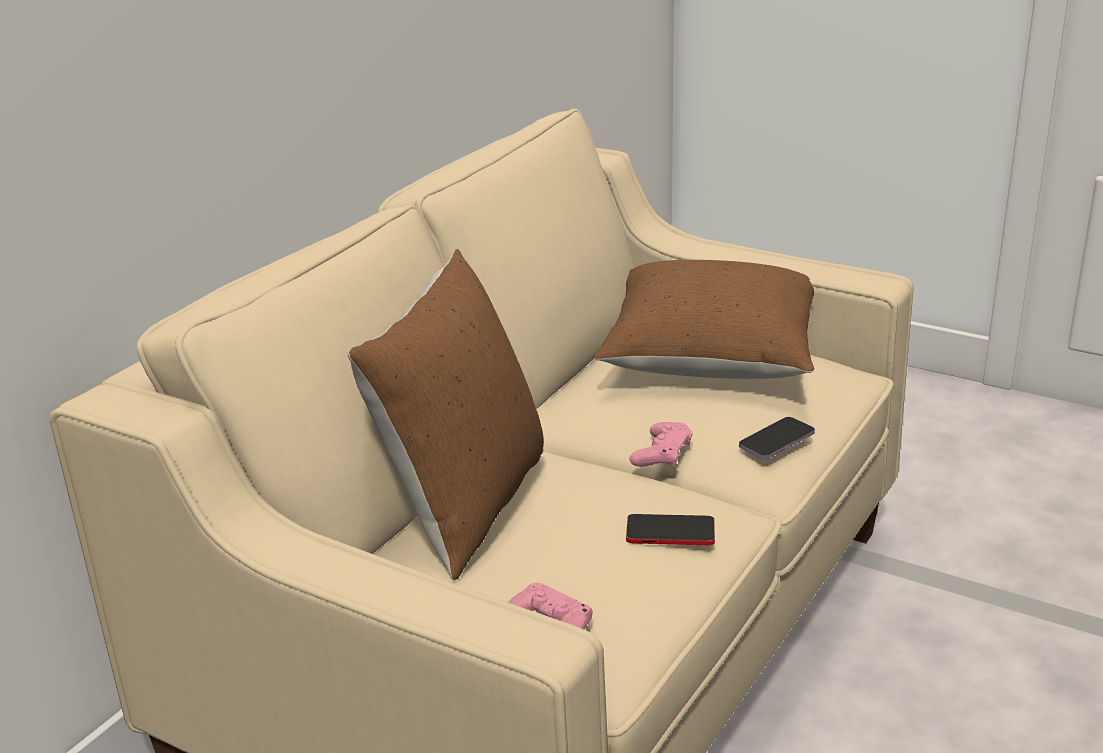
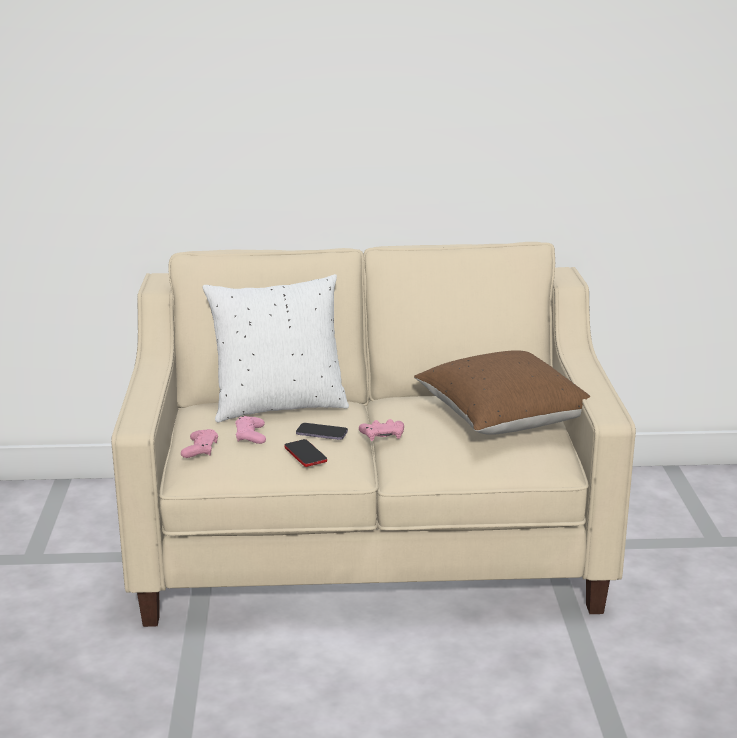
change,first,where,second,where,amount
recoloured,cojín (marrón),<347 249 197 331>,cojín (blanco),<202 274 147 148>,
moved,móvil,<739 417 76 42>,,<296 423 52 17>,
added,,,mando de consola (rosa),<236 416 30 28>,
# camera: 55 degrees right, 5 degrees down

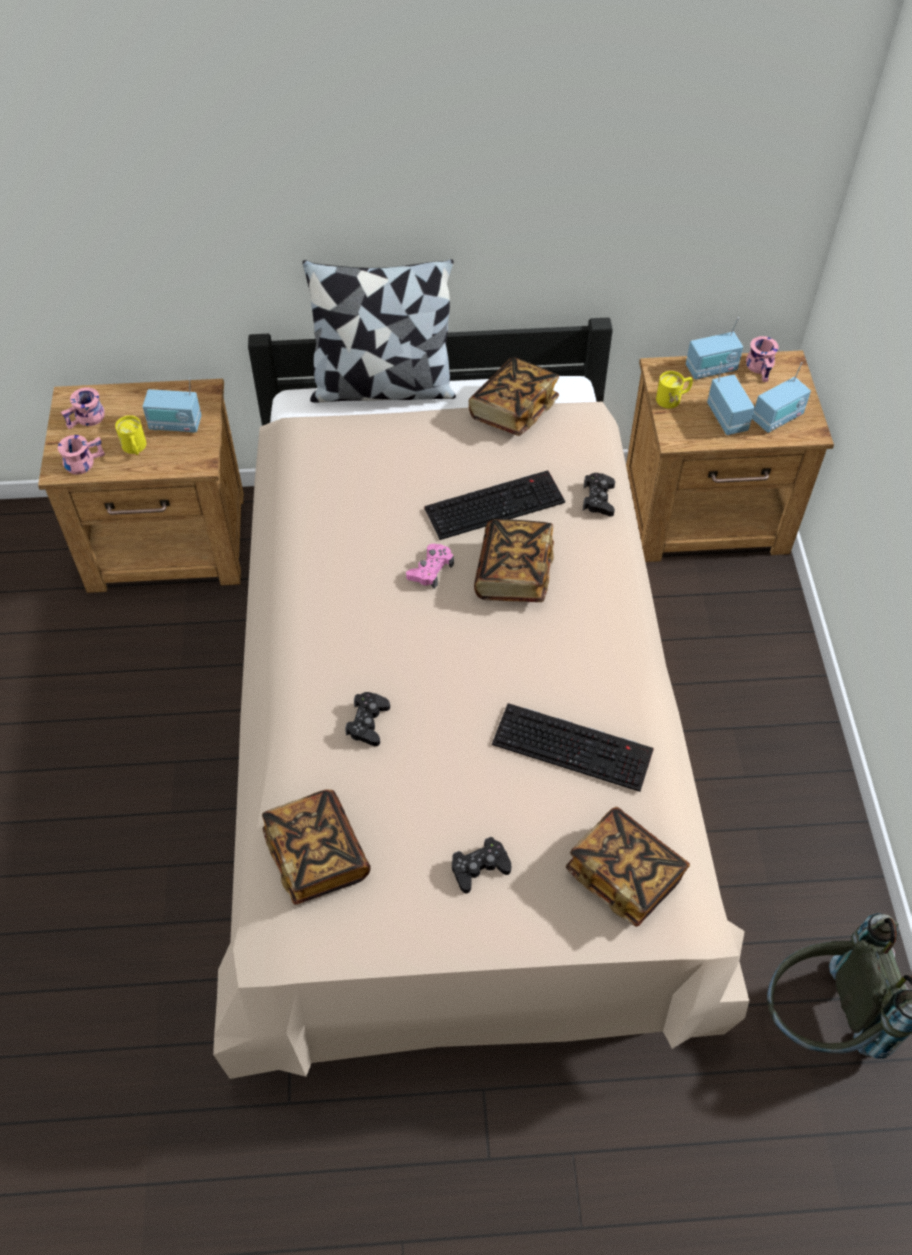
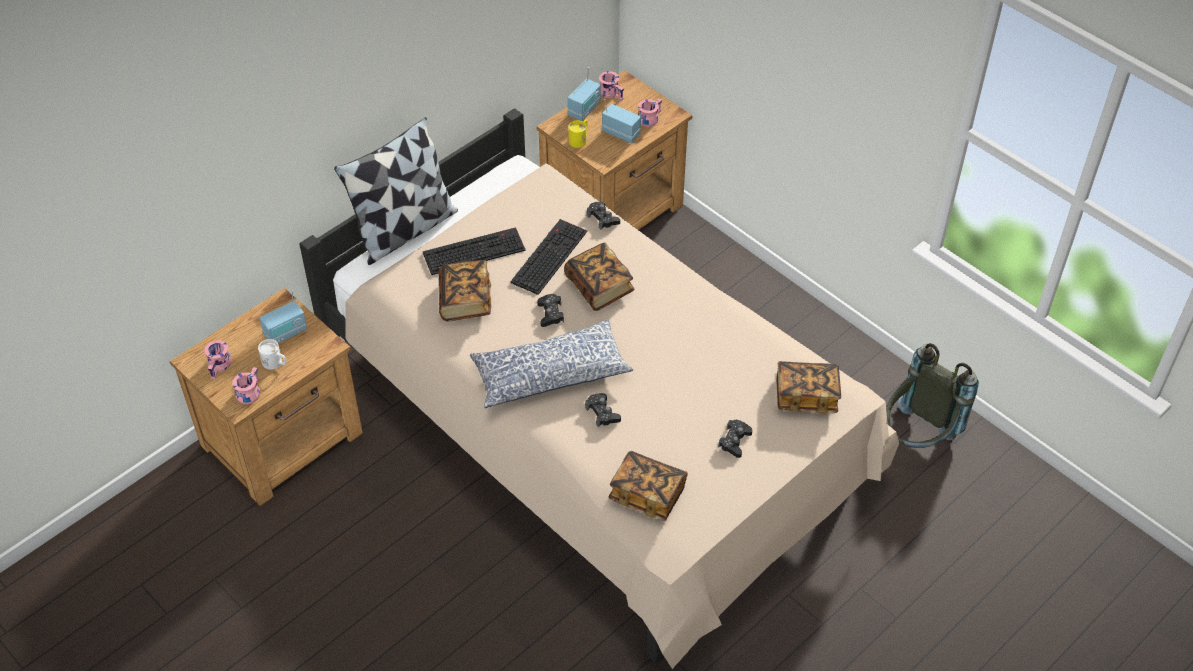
change,first,where,second,where,amount
recoloured,taza grande (amarillo),<115 415 32 40>,taza grande (blanco),<258 339 29 31>,
recoloured,mando de consola (rosa),<406 544 48 45>,mando de consola (negro),<537 294 27 33>,
moved,libro,<469 357 90 79>,,<438 260 53 62>,
moved,teclado,<492 703 162 89>,,<423 227 103 48>,
replaced,radio,<752 362 59 71>,taza grande (rosa),<638 98 24 29>,
added,,,cojín,<470 319 163 89>,
# camera: 40 degrees left, 5 degrees down

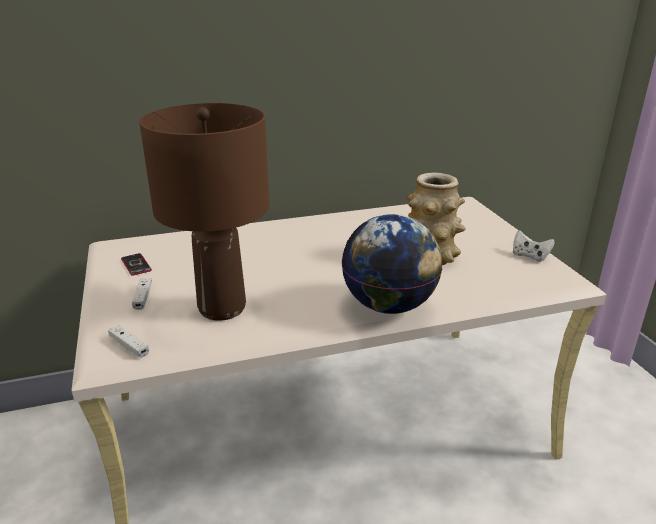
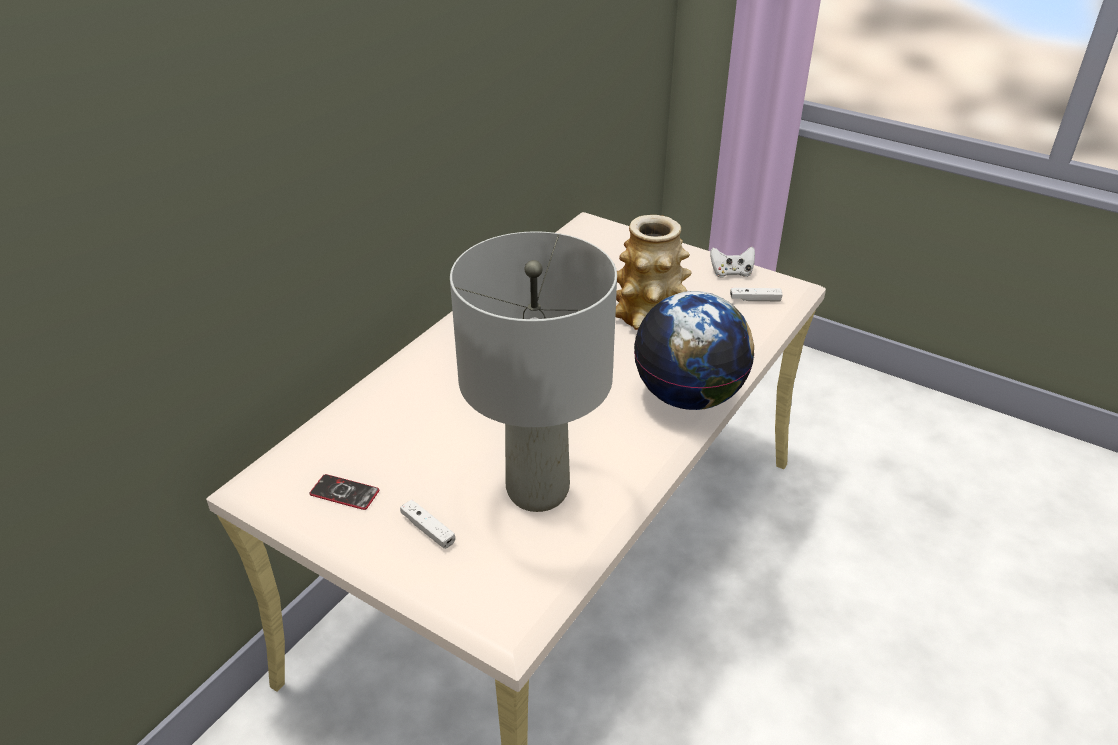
change,first,where,second,where,amount
moved,mando de consola (blanco),<108 325 41 33>,,<730 288 53 13>,
recoloured,lámpara de mesa (marrón),<139 103 131 218>,lámpara de mesa (gris),<450 232 167 280>,
# camera: 40 degrees left, 10 degrees up

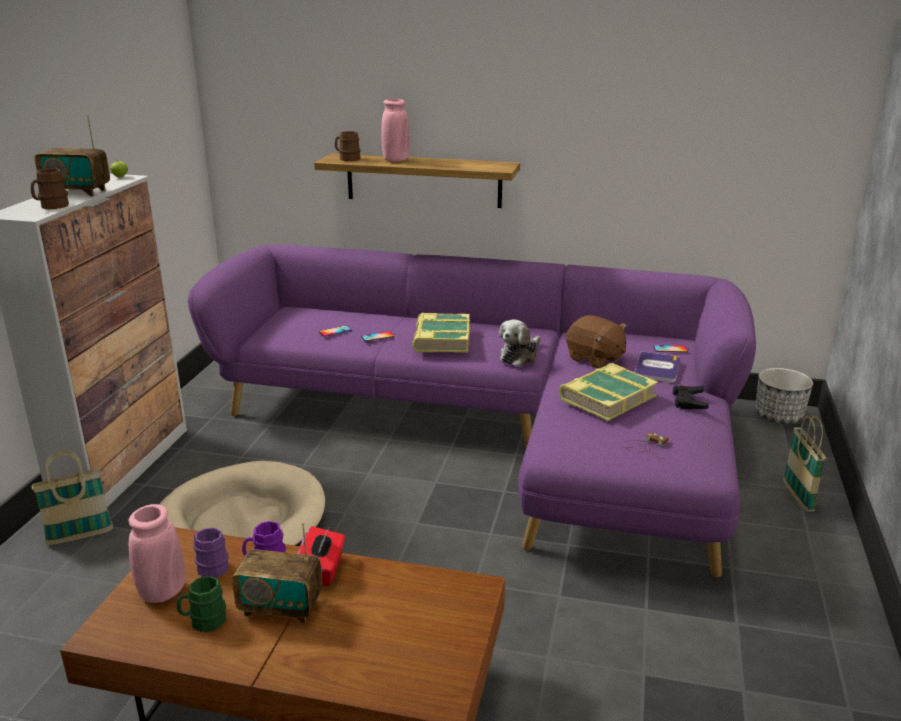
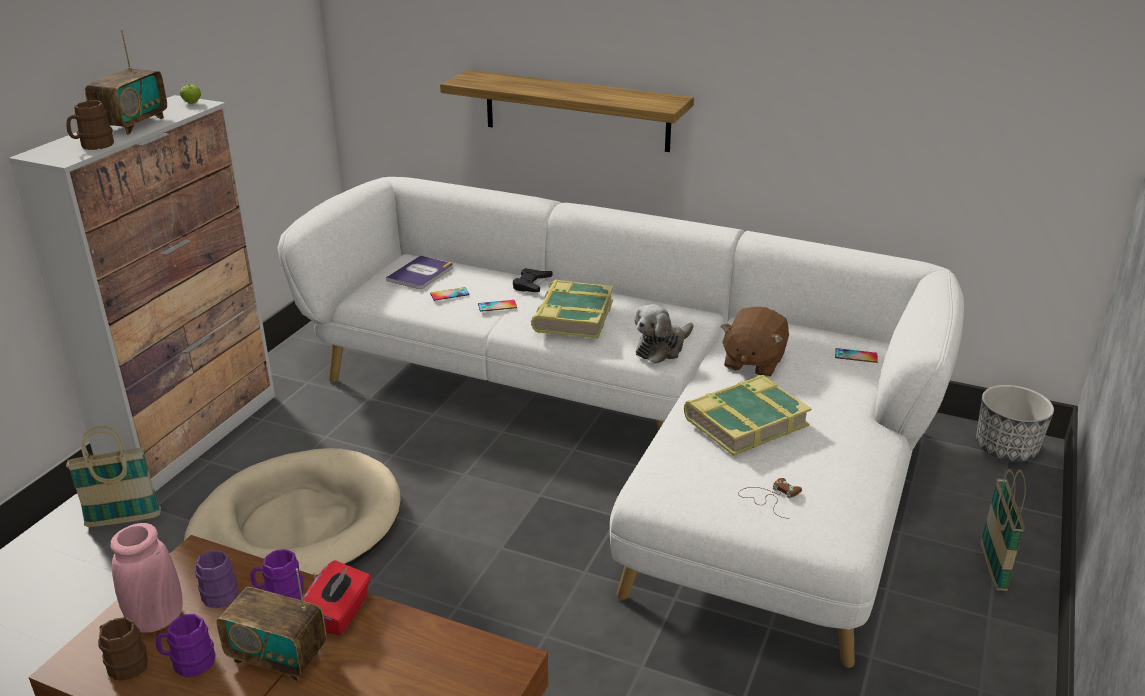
change,first,where,second,where,amount
turned,radio,<35 115 75 81>,,<85 30 82 105>,90 degrees counterclockwise
recoloured,taza grande (verde),<177 576 49 56>,taza grande (morado),<156 614 59 63>,
recoloured,sofá (morado),<188 245 568 332>,sofá (blanco),<277 177 687 491>,
moved,taza grande (marrón),<335 131 26 30>,,<98 617 50 64>,
removed,florero (rosa),<381 99 29 63>,,,
turned,peluche (marrón),<566 315 60 54>,,<721 307 68 70>,60 degrees clockwise
moved,libro,<634 352 46 31>,,<386 255 67 34>,
moved,mando de consola (negro),<672 385 37 24>,,<513 268 40 24>,
# camera: 10 degrees right, 5 degrees up

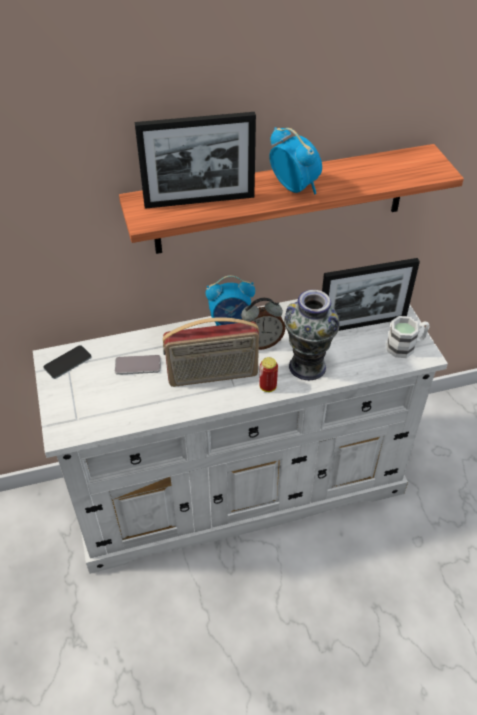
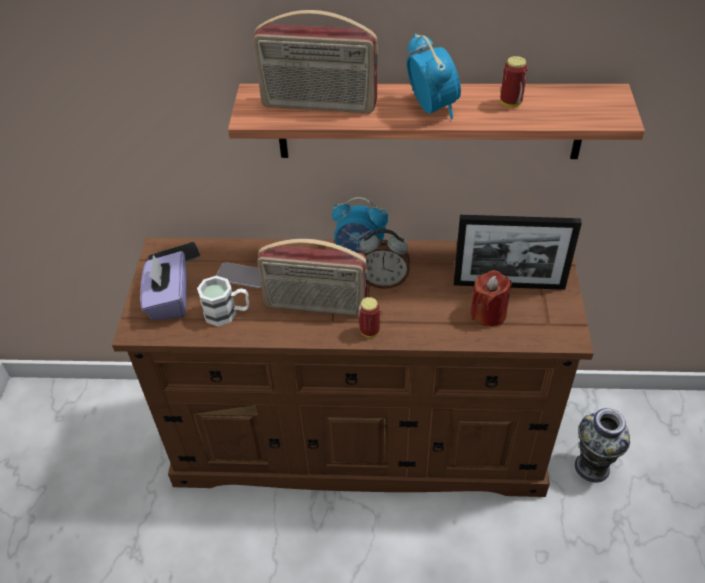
change,first,where,second,where,amount
recoloured,cómoda (blanco),<33 299 415 275>,cómoda (marrón),<112 238 482 259>,
replaced,portarretratos,<135 112 121 97>,radio,<253 10 125 103>,
moved,florero,<284 290 56 90>,,<575 408 55 74>,
moved,taza grande (blanco),<386 316 43 42>,,<197 276 52 50>,
added,,,caja de pañuelos (morado),<140 251 47 69>,
added,,,vela (rojo),<471 270 41 57>,
added,,,lata,<500 56 28 51>,
# camera: 20 degrees right, 0 degrees up

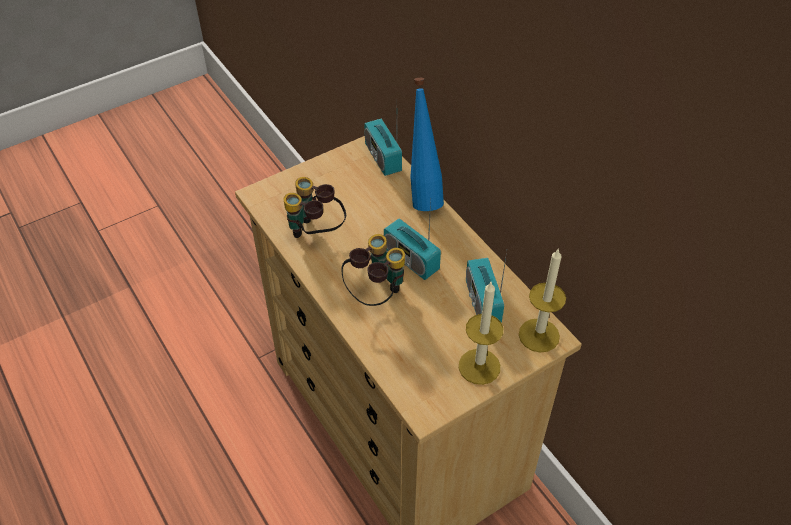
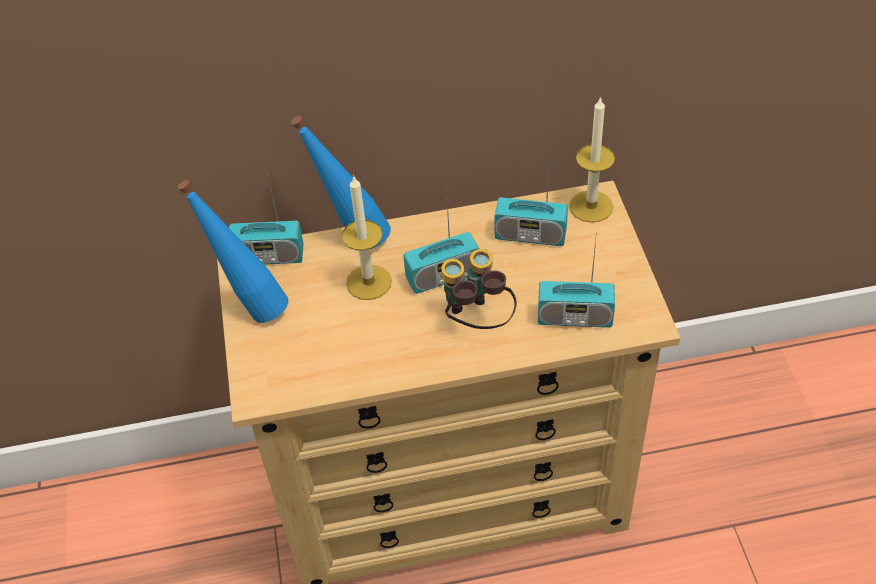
change,first,where,second,where,amount
removed,prismáticos,<284 177 62 61>,,,
moved,vela,<459 282 44 103>,,<342 175 50 125>,
added,,,botella (azul),<178 180 110 143>,
added,,,radio,<538 232 77 96>,
# camera: 65 degrees left, 0 degrees up

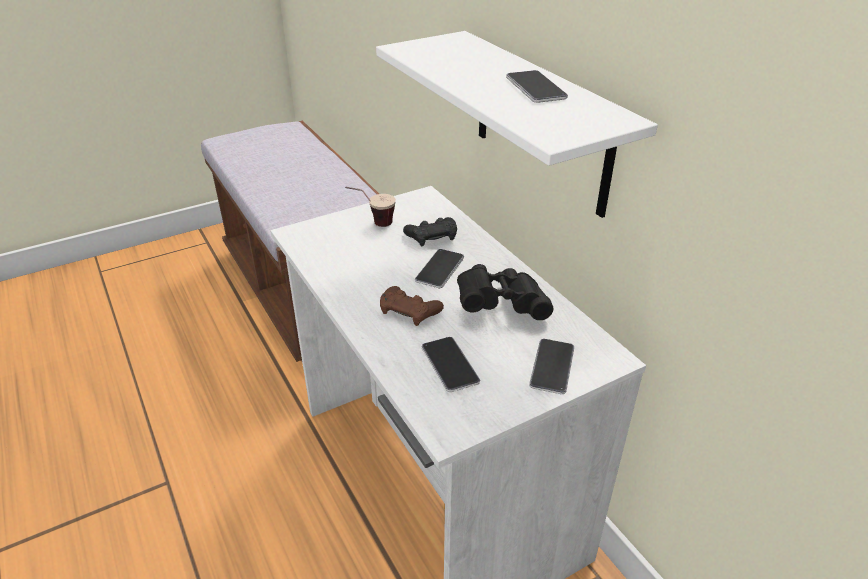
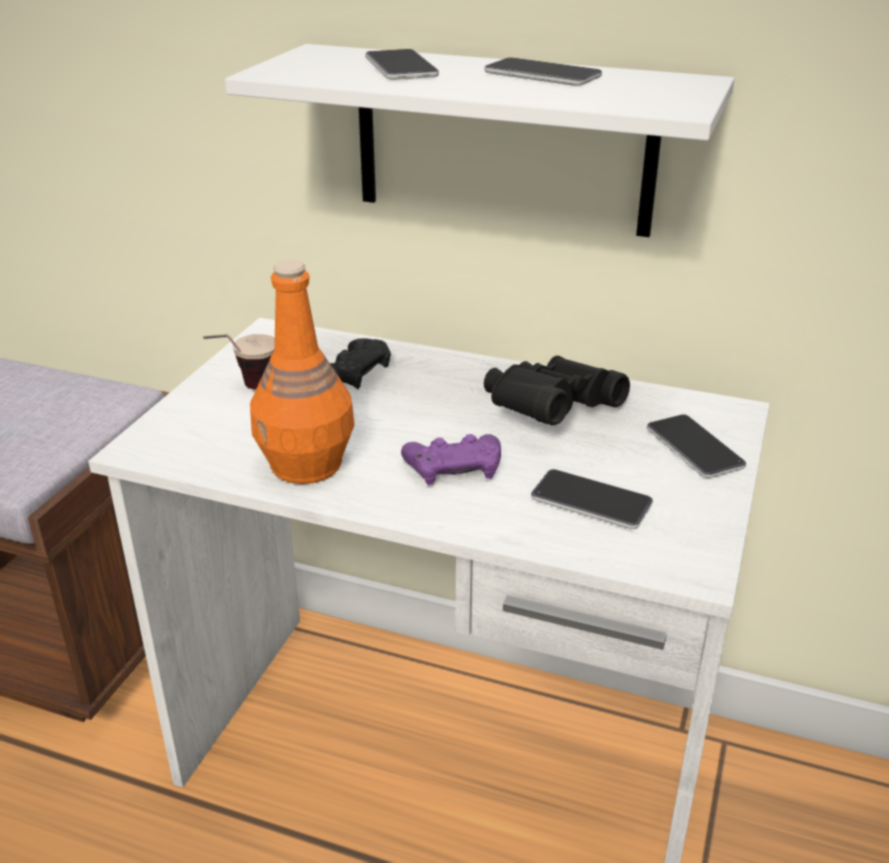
change,first,where,second,where,amount
recoloured,mando de consola (marrón),<380 286 64 40>,mando de consola (morado),<401 434 100 52>,
moved,móvil,<415 249 49 39>,,<365 49 74 31>,
added,,,botella (naranja),<250 259 104 225>,
# camera: 40 degrees left, 5 degrees down

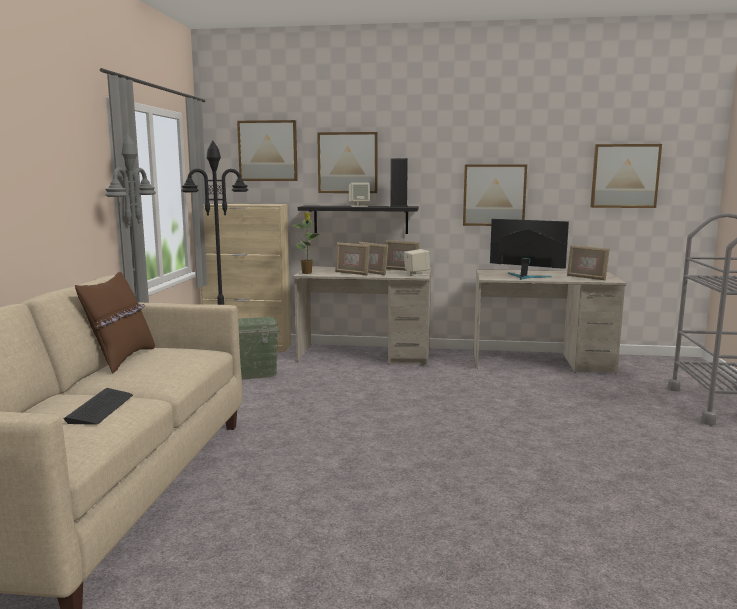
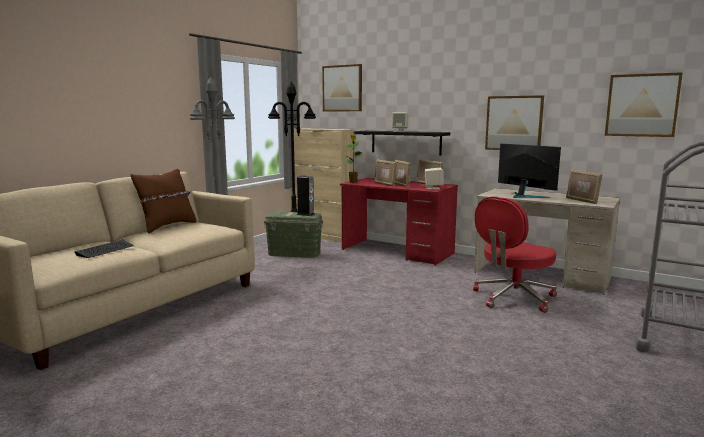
change,first,where,second,where,amount
recoloured,escritorio (beis),<293 266 138 100>,escritorio (rojo),<340 178 118 88>,
removed,cuadro,<317 132 61 61>,,,
moved,altavoz,<389 158 19 49>,,<297 176 17 40>,
added,,,silla de oficina (rojo),<473 197 84 116>,
# camera: 25 degrees right, 0 degrees up

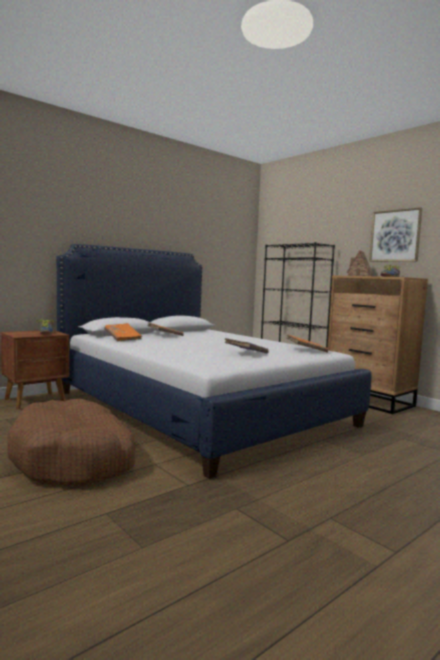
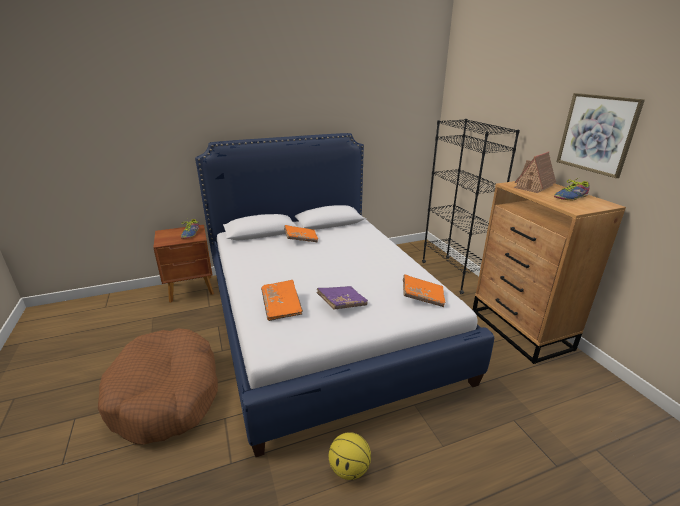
change,first,where,second,where,amount
moved,libro (naranja),<104 323 38 18>,,<261 280 42 41>,
added,,,balón de baloncesto,<329 432 42 48>,
# camera: 20 degrees right, 20 degrees up

